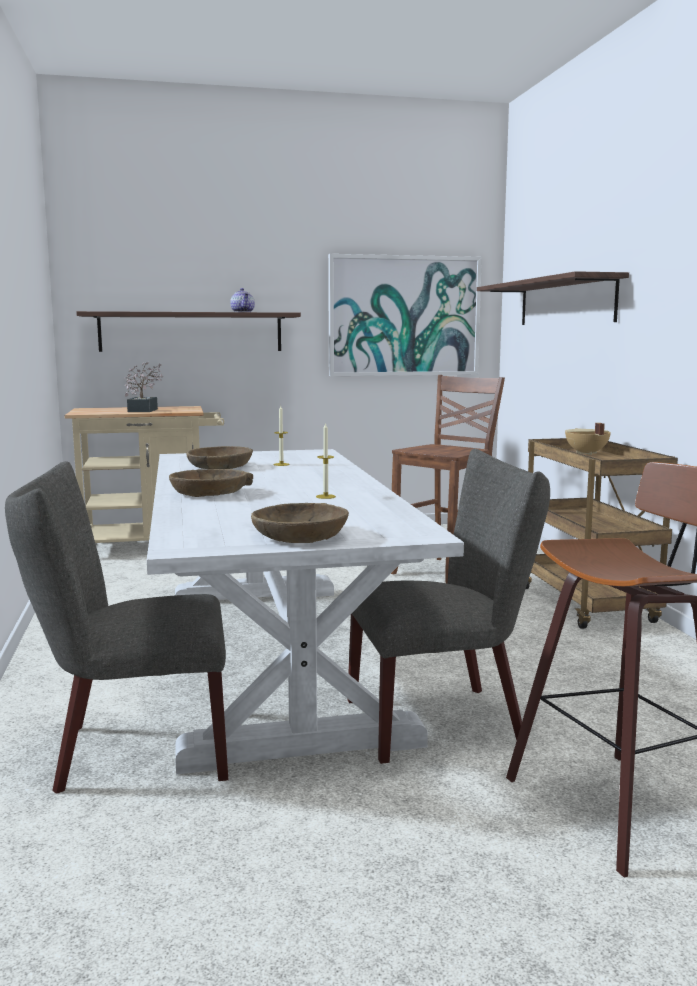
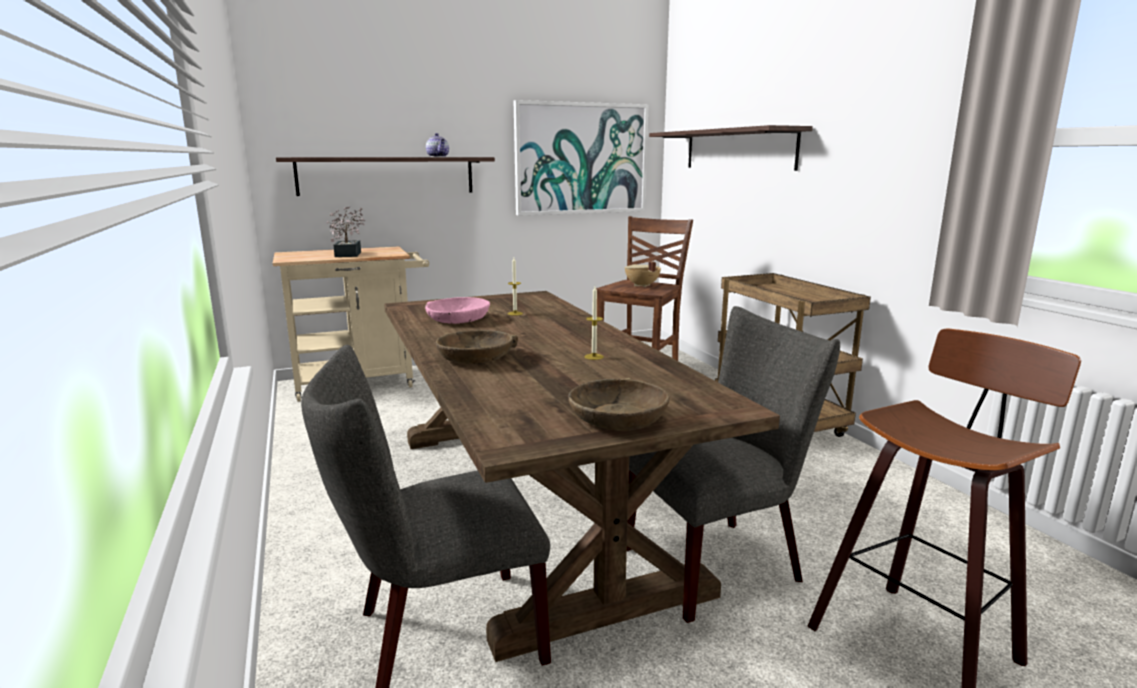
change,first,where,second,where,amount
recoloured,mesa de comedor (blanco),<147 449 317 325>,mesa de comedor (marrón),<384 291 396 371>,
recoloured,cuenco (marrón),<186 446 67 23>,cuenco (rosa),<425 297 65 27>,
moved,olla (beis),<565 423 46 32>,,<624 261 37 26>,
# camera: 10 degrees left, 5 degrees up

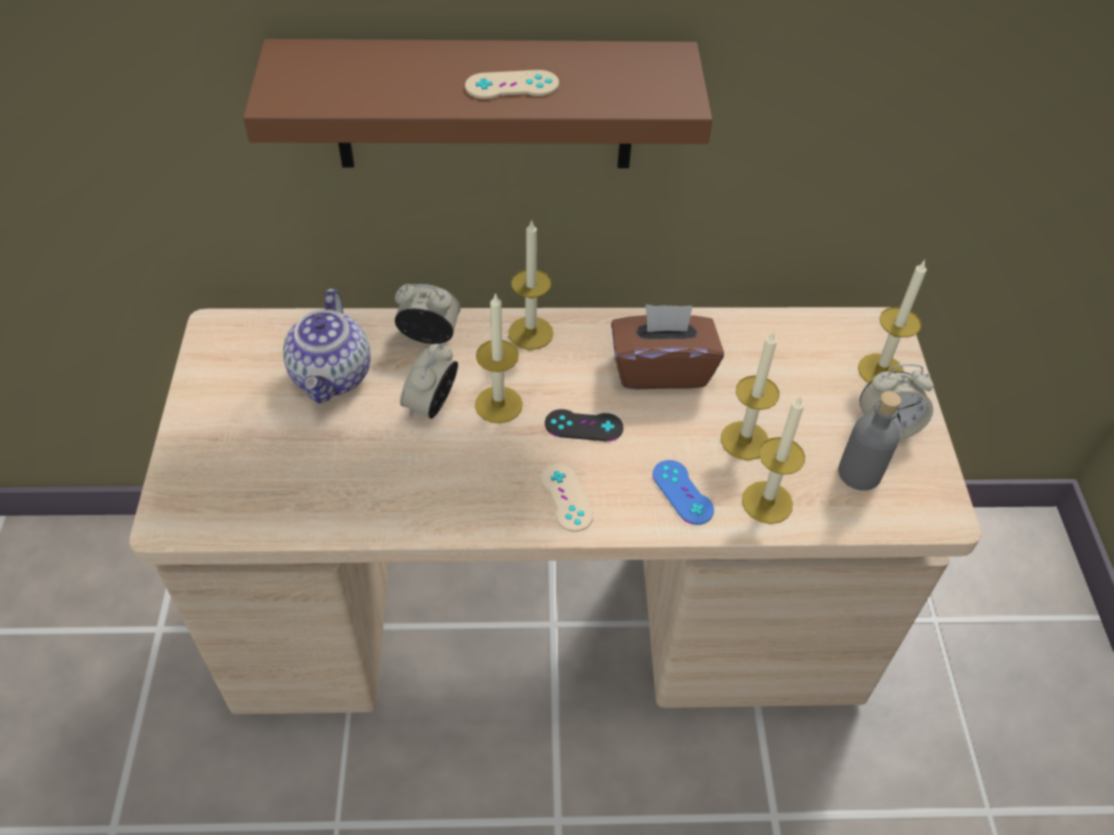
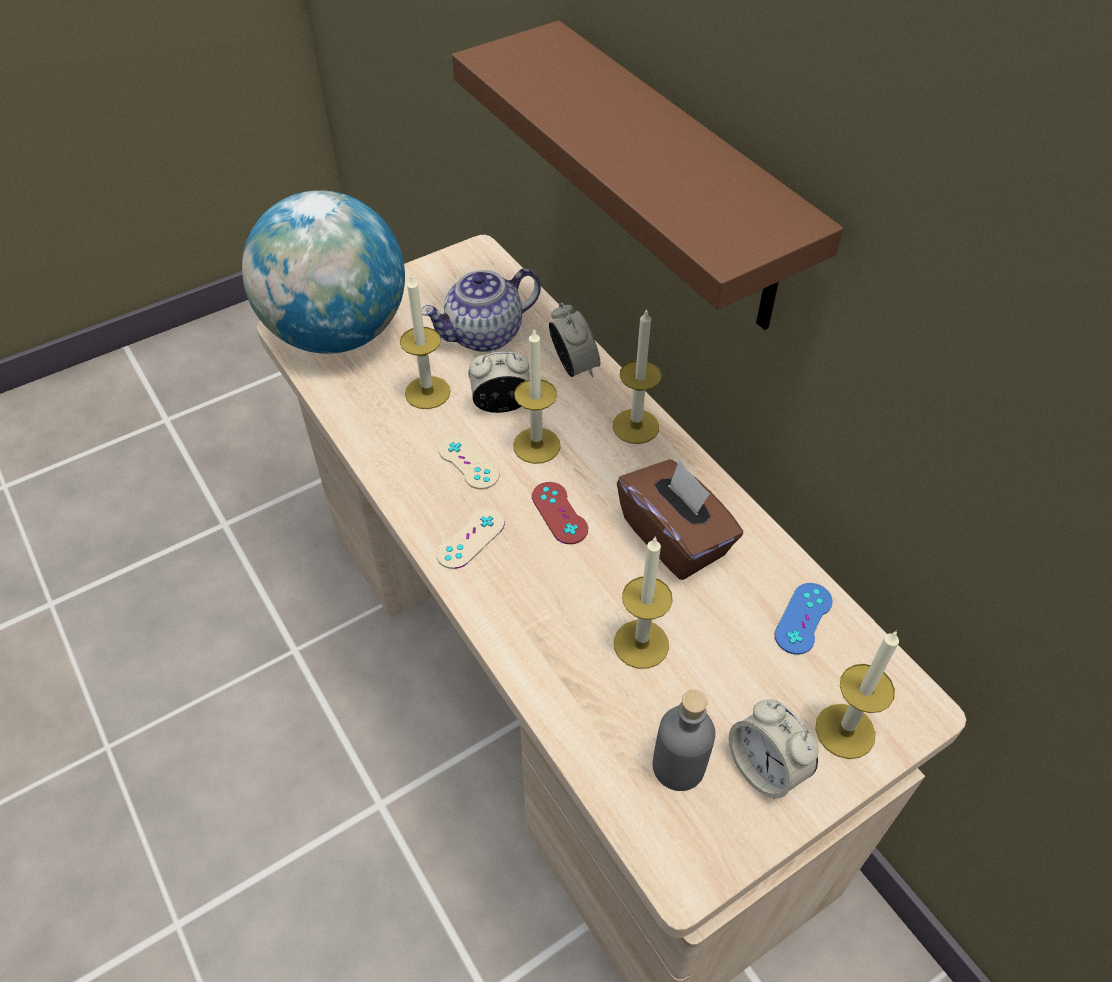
change,first,where,second,where,amount
moved,mando de consola (beis),<465 70 94 29>,,<439 436 60 53>,
recoloured,mando de consola (negro),<545 409 78 32>,mando de consola (rojo),<532 482 56 62>,
moved,mando de consola (azul),<652 460 62 65>,,<774 583 59 72>,
moved,vela,<742 395 63 129>,,<400 275 51 134>,
added,,,globo terráqueo,<242 190 163 164>,
# camera: 60 degrees right, 0 degrees up

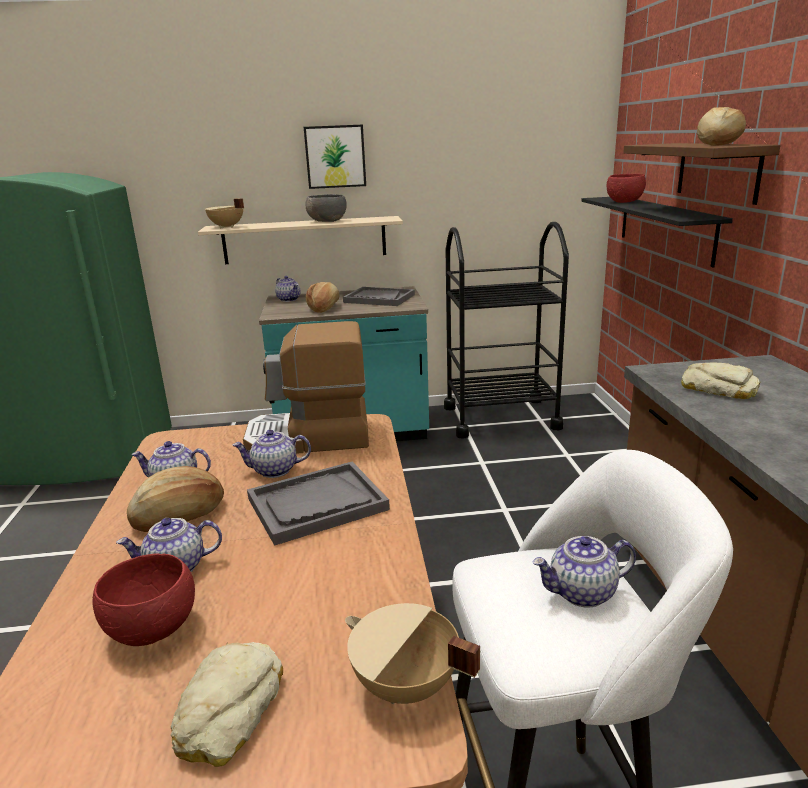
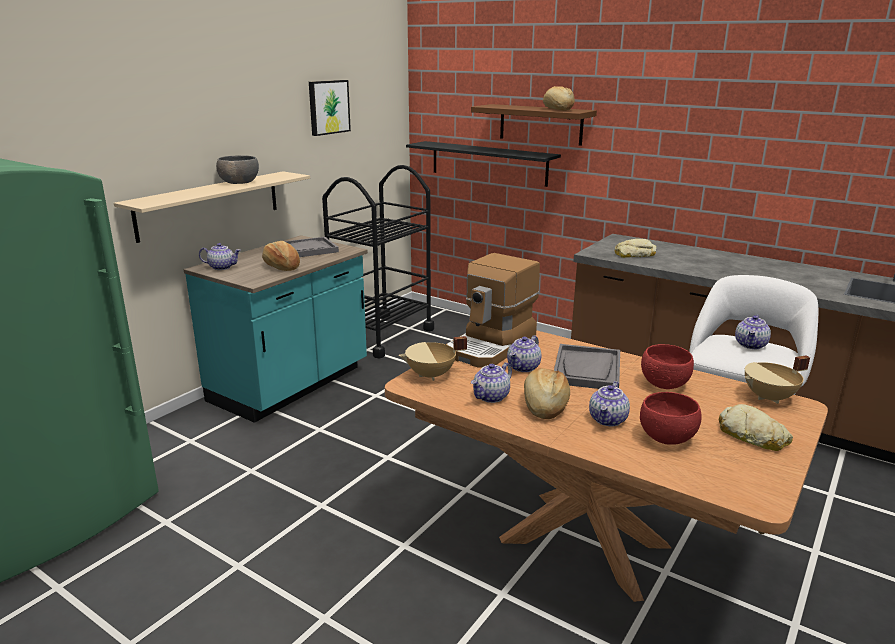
change,first,where,second,where,amount
moved,olla (beis),<205 198 39 30>,,<399 336 68 45>,
moved,cuadro,<304 124 62 65>,,<309 80 42 56>,
moved,cuenco (rojo),<607 174 39 29>,,<641 344 53 45>,
# camera: 50 degrees left, 0 degrees up

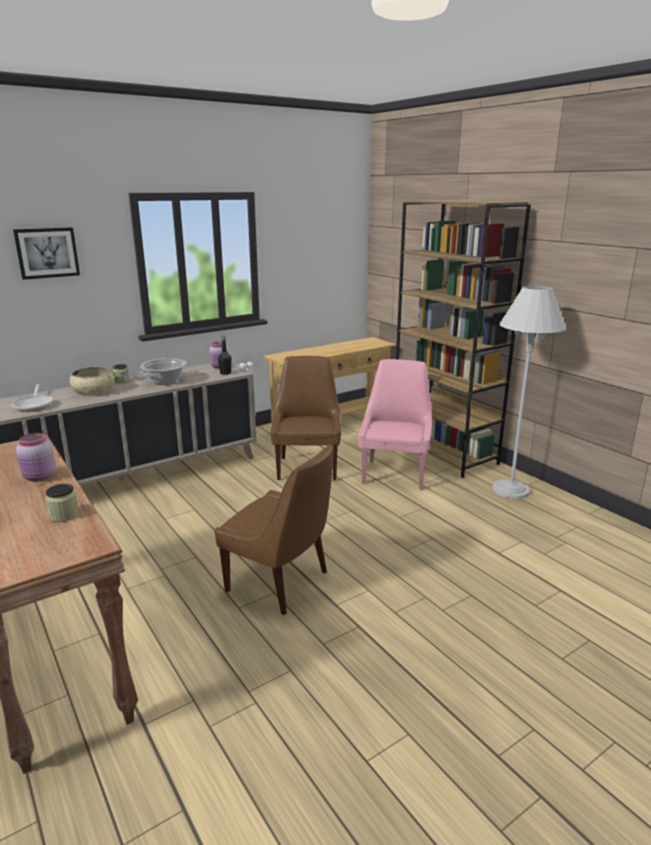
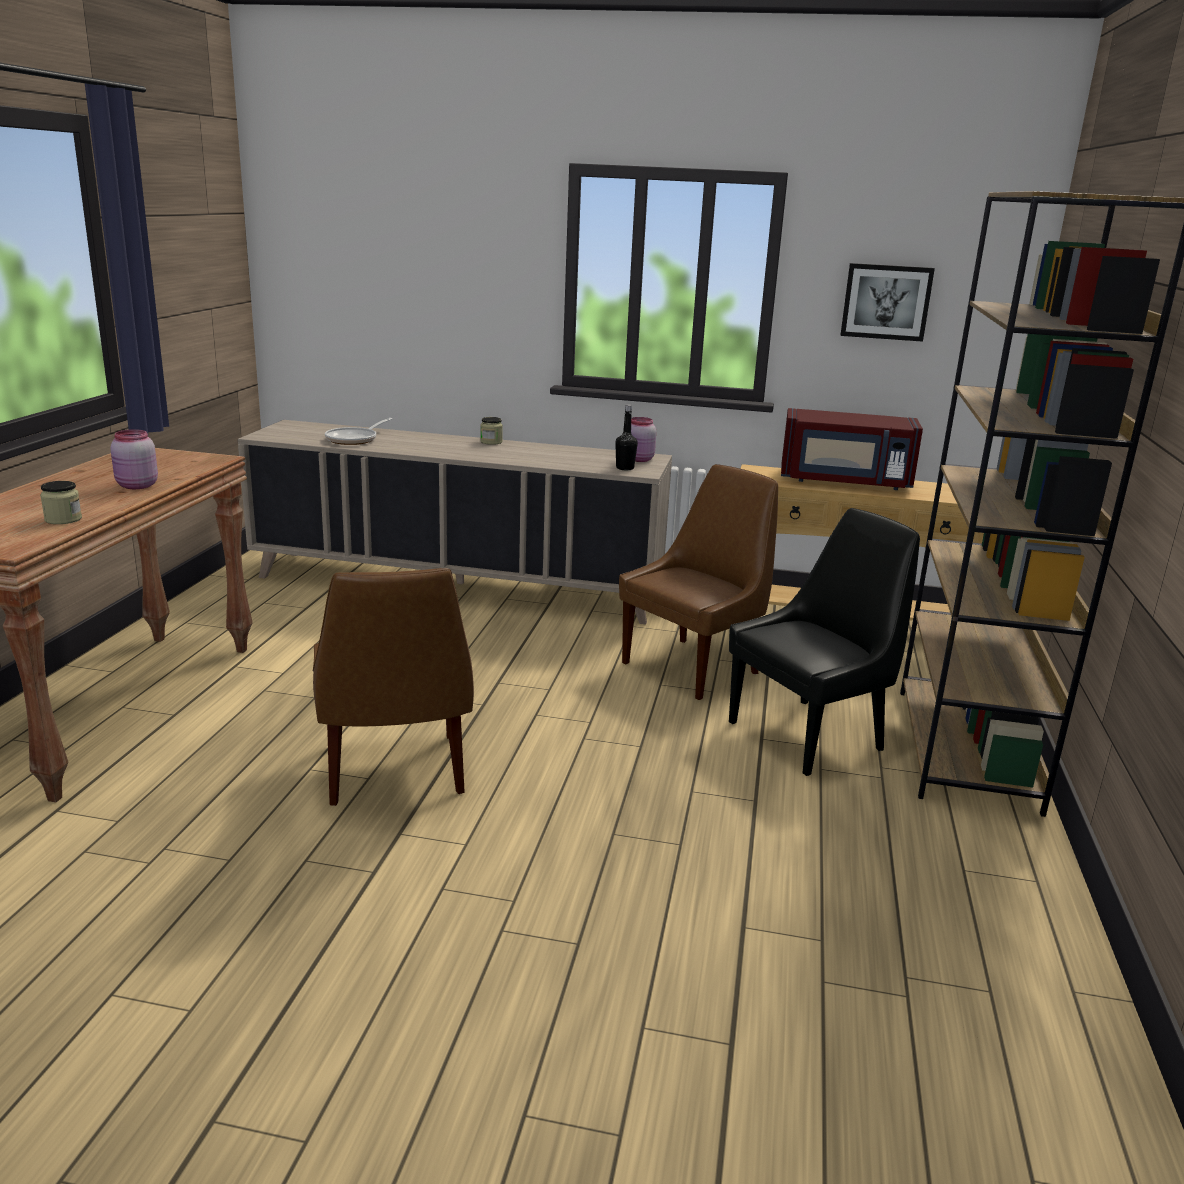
change,first,where,second,where,amount
moved,cuadro,<13 227 67 53>,,<841 263 94 79>,
removed,cuenco (beis),<70 367 45 29>,,,
removed,olla,<139 358 48 27>,,,
recoloured,silla (rosa),<358 359 74 130>,silla (negro),<729 508 191 268>,
removed,lámpara de pie (blanco),<492 285 74 214>,,,
added,,,microondas (rojo),<781 408 142 82>,
# camera: 45 degrees right, 0 degrees up

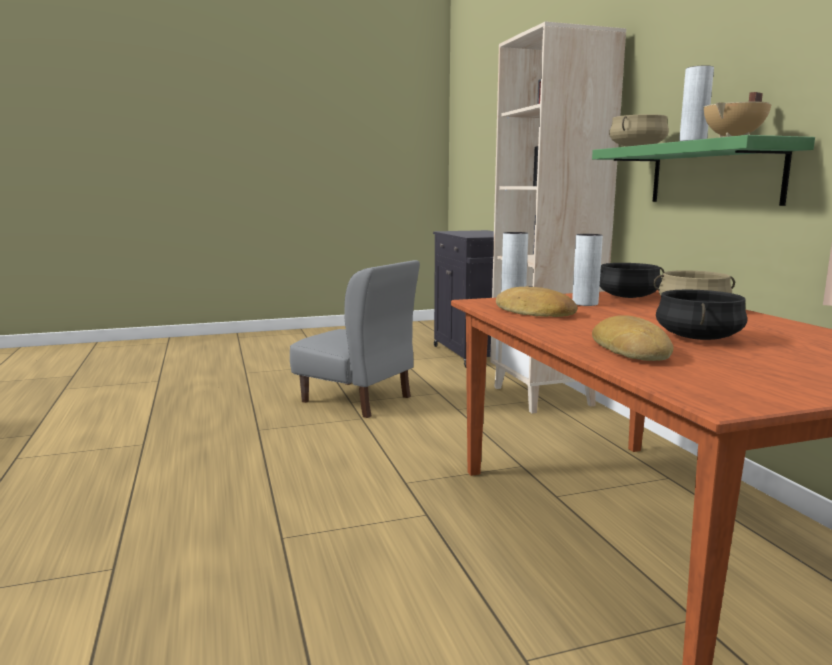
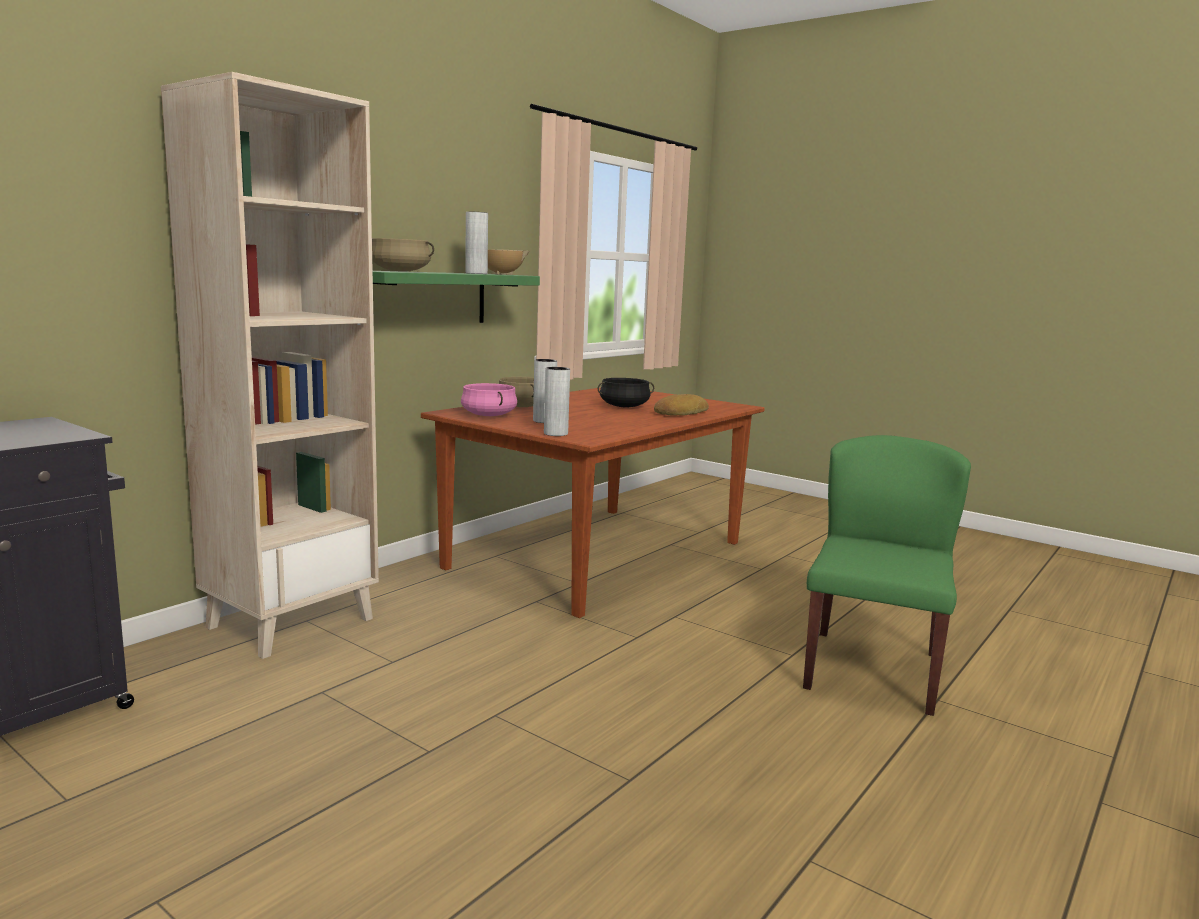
change,first,where,second,where,amount
removed,silla (gris),<290 260 130 158>,,,
removed,pan,<496 287 82 30>,,,
recoloured,olla (negro),<600 263 64 35>,olla (rosa),<461 383 56 33>,
added,,,silla (verde),<803 435 168 281>,
# camera: 125 degrees left, 0 degrees up

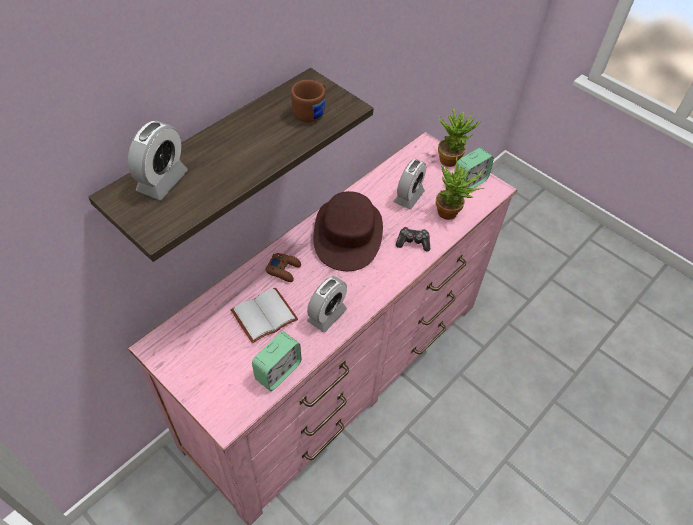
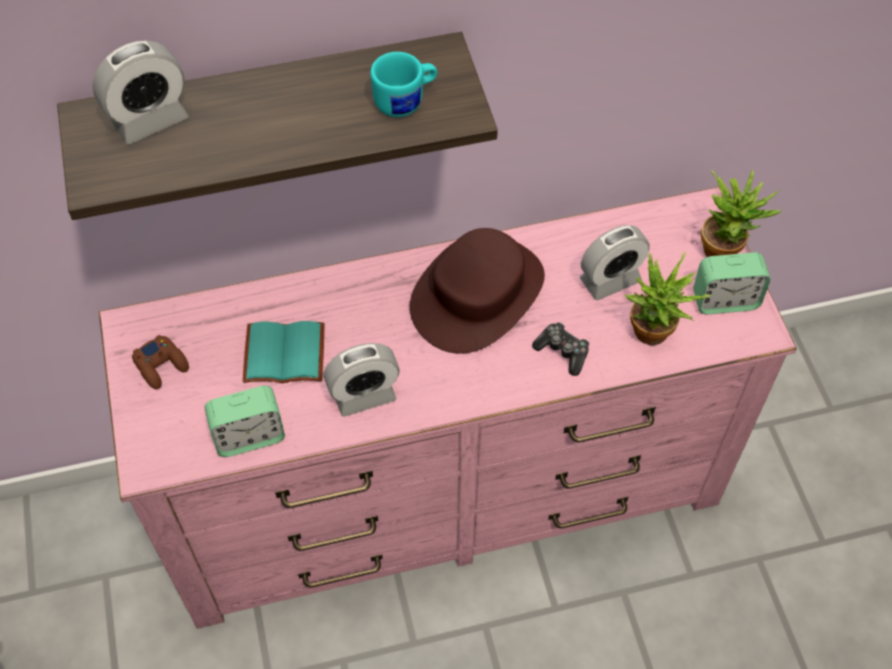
change,first,where,second,where,amount
recoloured,libro (blanco),<231 288 67 55>,libro (turquesa),<243 321 82 62>,
moved,mando de consola (marrón),<266 253 35 29>,,<132 335 57 54>,
recoloured,taza grande (marrón),<291 80 34 42>,taza grande (turquesa),<370 52 68 65>,
# camera: 35 degrees right, 5 degrees up

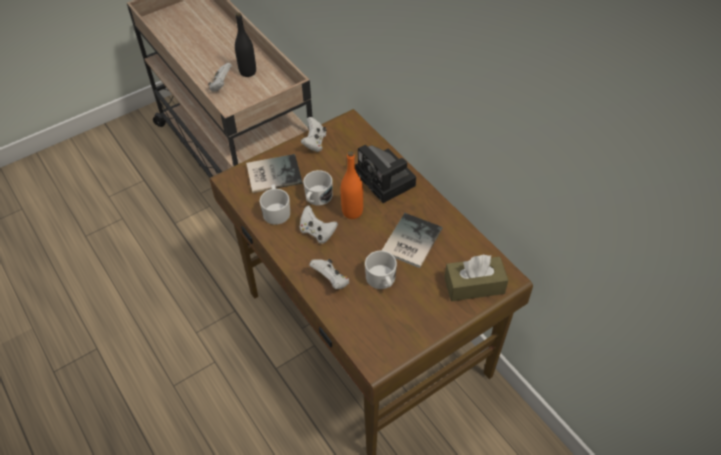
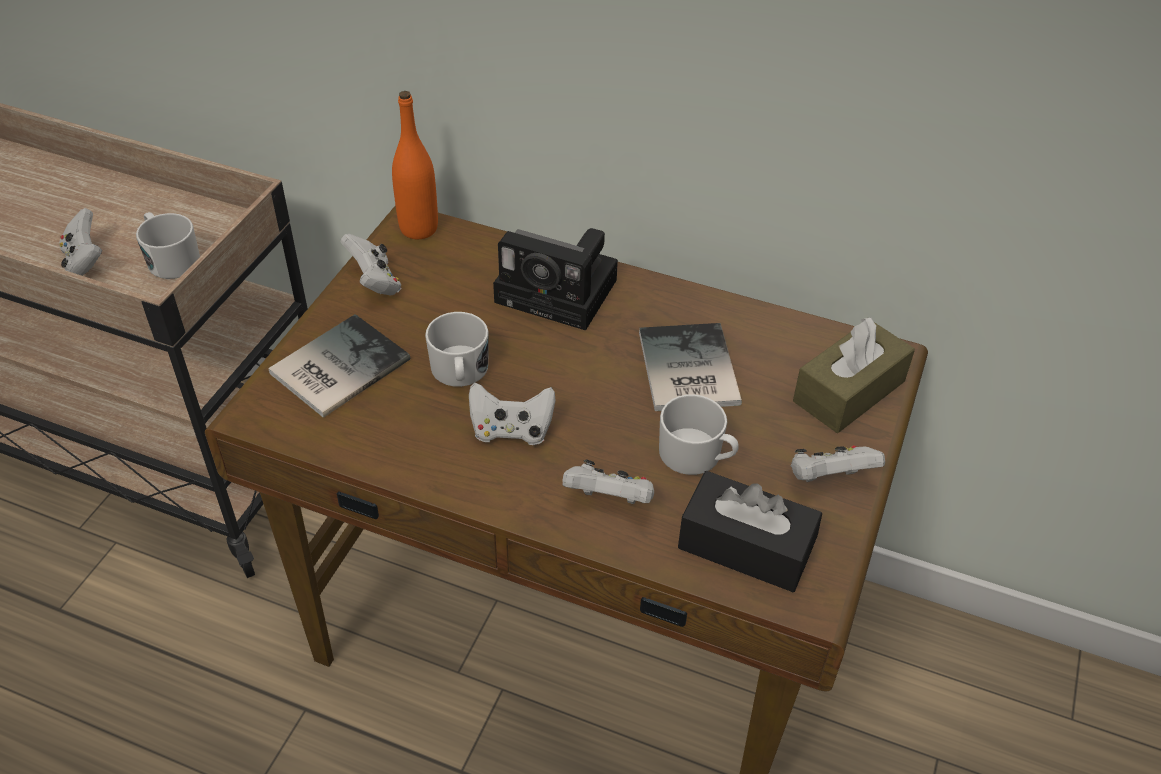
change,first,where,second,where,amount
removed,botella (negro),<235 13 21 64>,,,
moved,taza grande (blanco),<259 184 31 41>,,<136 212 64 67>,
moved,botella (naranja),<341 151 22 68>,,<392 91 46 148>,
added,,,caja de pañuelos (negro),<678 471 144 121>,
added,,,mando de consola (blanco),<790 445 95 37>,
# camera: 35 degrees left, 5 degrees down

